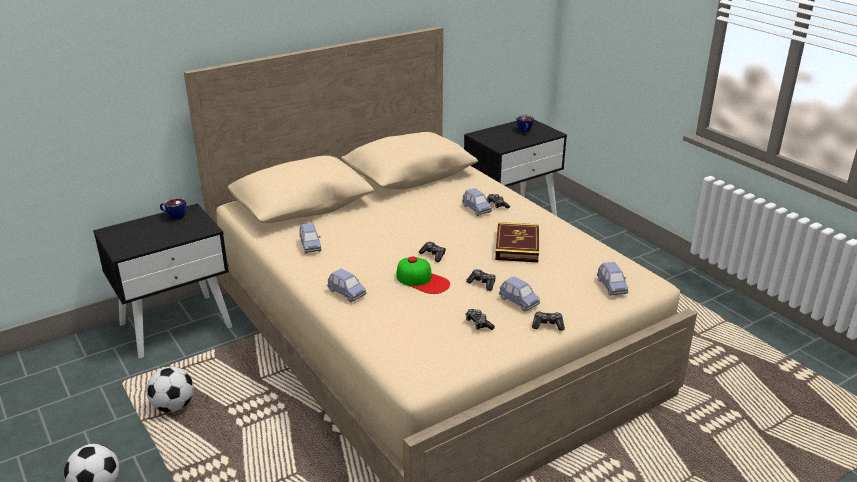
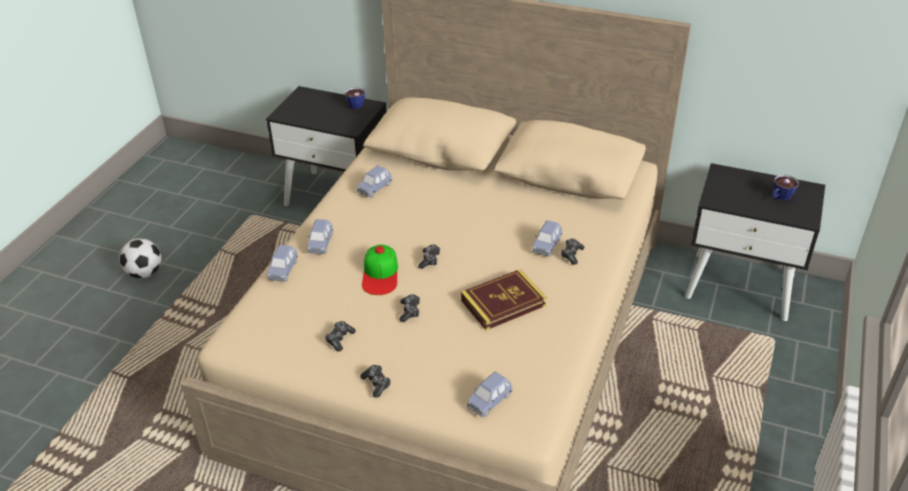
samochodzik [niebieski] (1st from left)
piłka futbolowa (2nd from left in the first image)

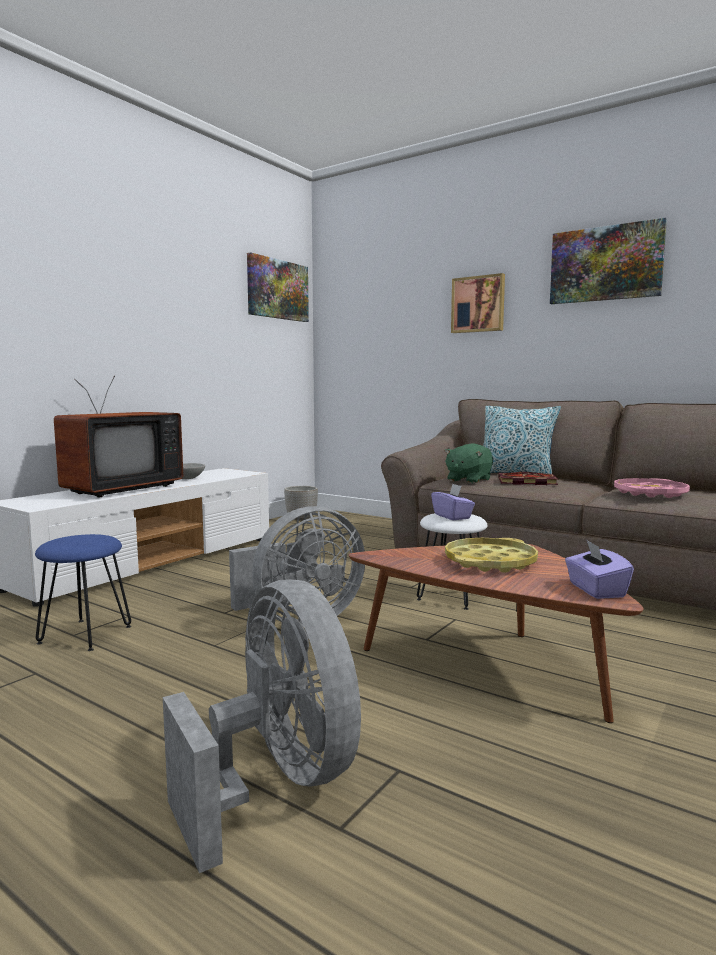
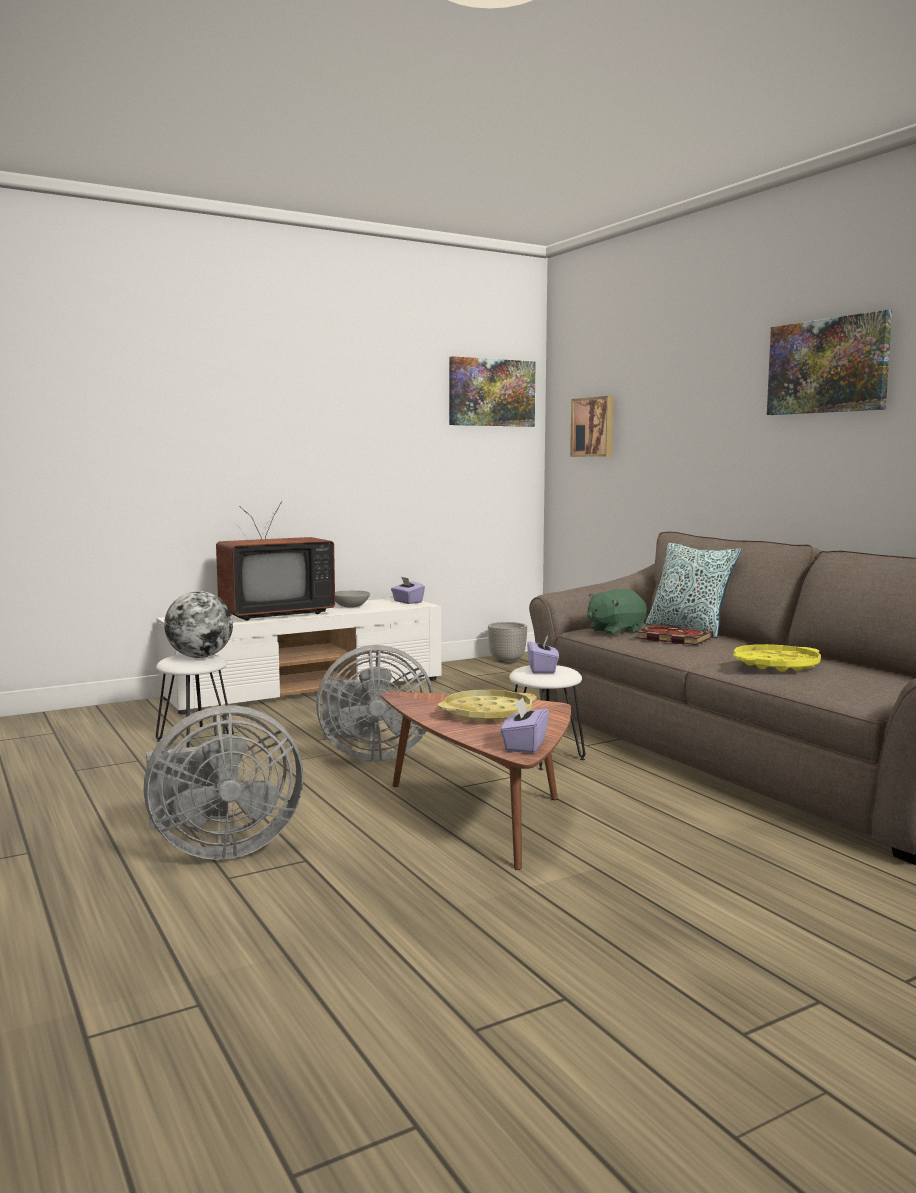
obraz (2nd from left)
taca [żółty] (2nd from left)
stołek [biały] (1st from left)
wentylator [szary] (1st from left)
pudełko chusteczek [fioletowy] (1st from left)
globus

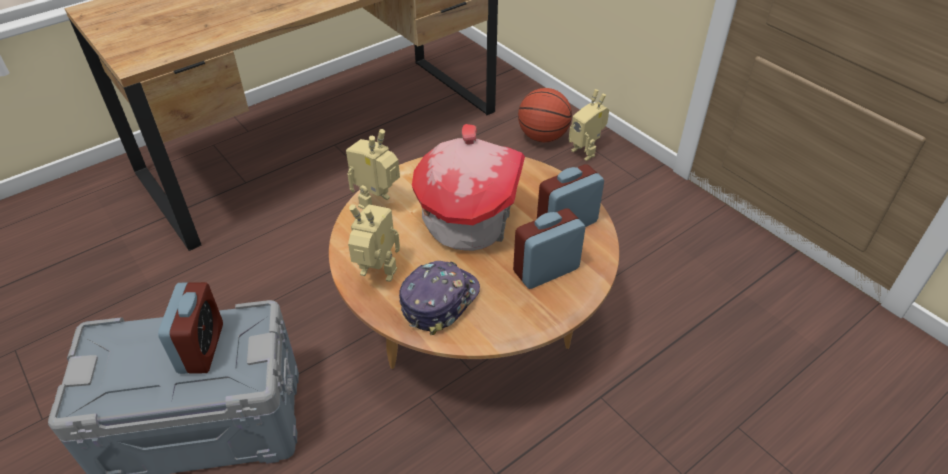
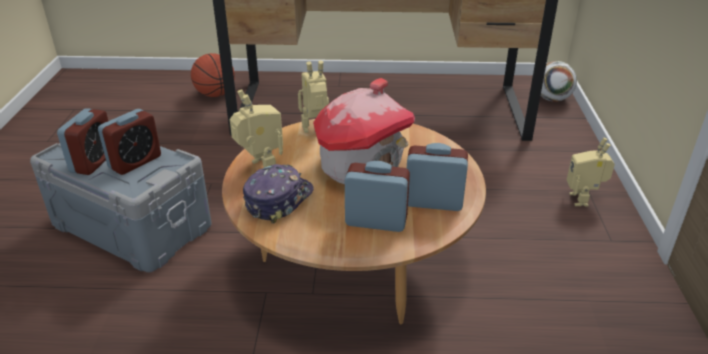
piłka do koszykówki
czapka z daszkiem
piłka futbolowa
budzik (1st from left)

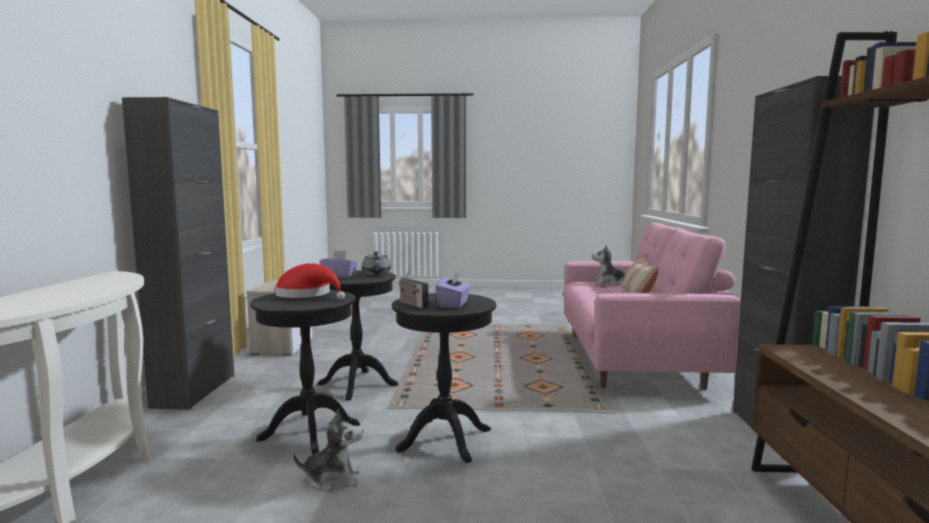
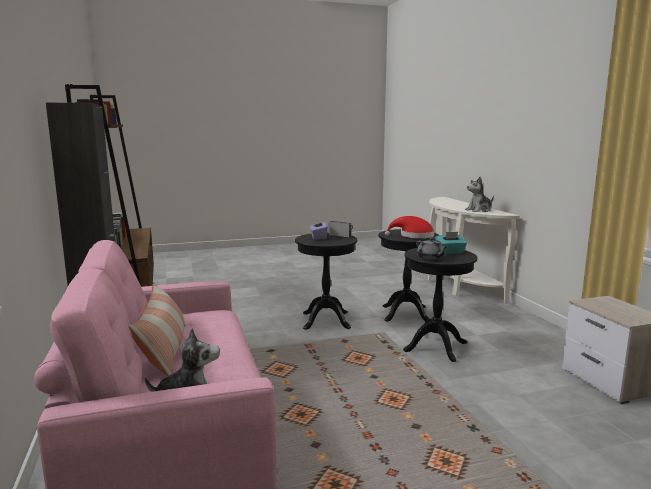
szafka [czarny] (1st from left in the first image)
pudełko chusteczek [turkusowy]
pluszak (2nd from left)

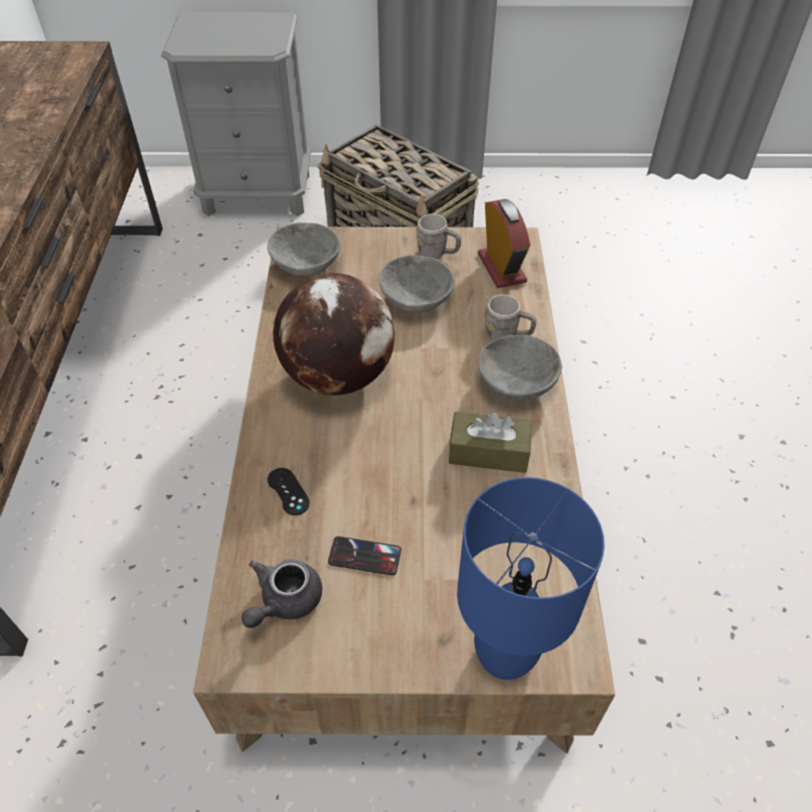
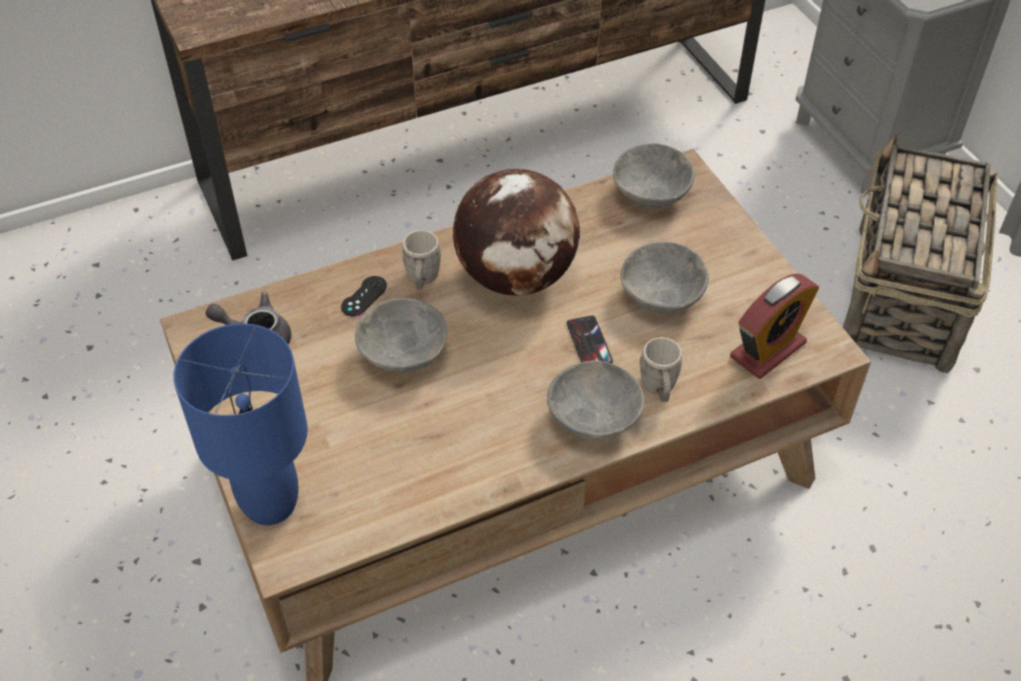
kubek [szary] (1st from left)
pudełko chusteczek [brązowy]
telefon
miska [szary] (1st from left)

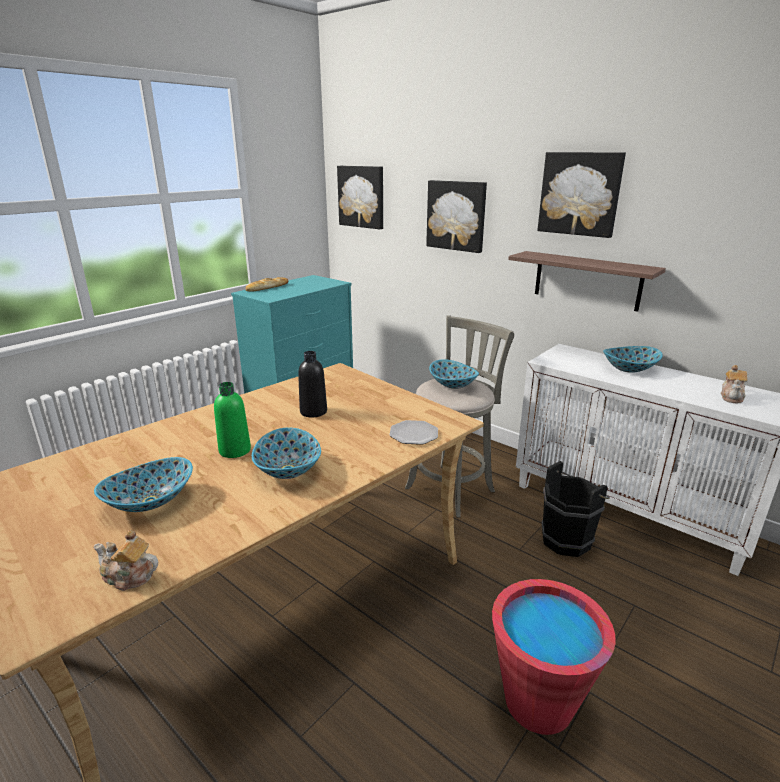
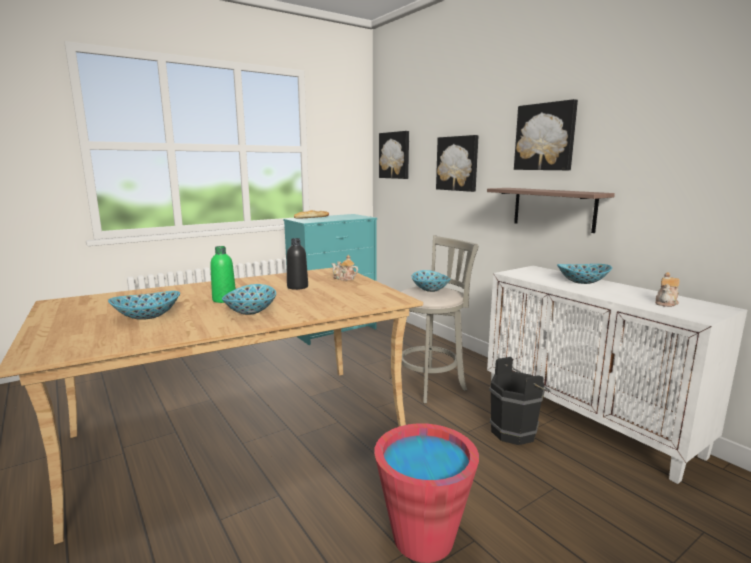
talerz
imbryk (1st from left)

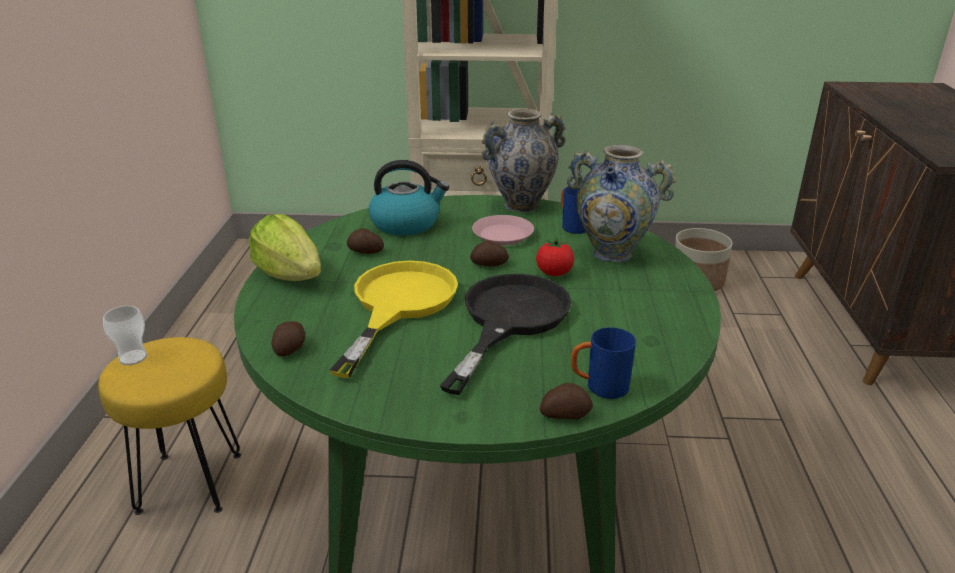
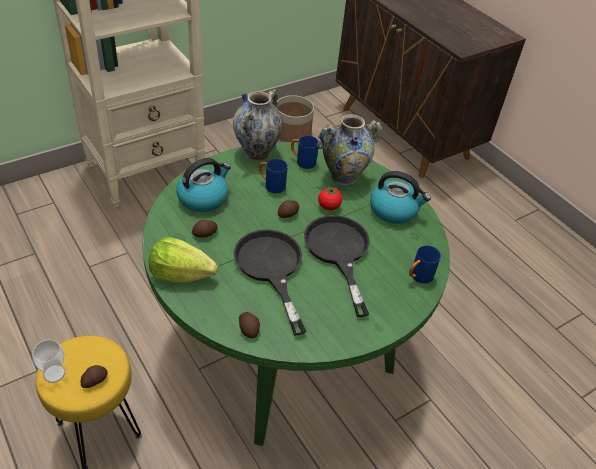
kubek [niebieski] (1st from left)
patelnia [czarny] (1st from left)
ziemniak (1st from left)
czajnik (2nd from left)

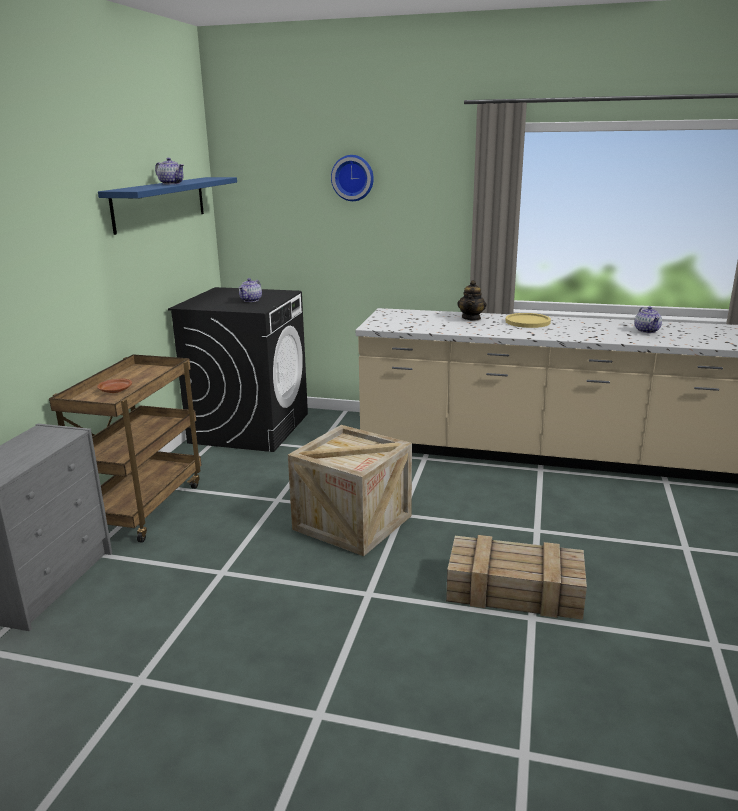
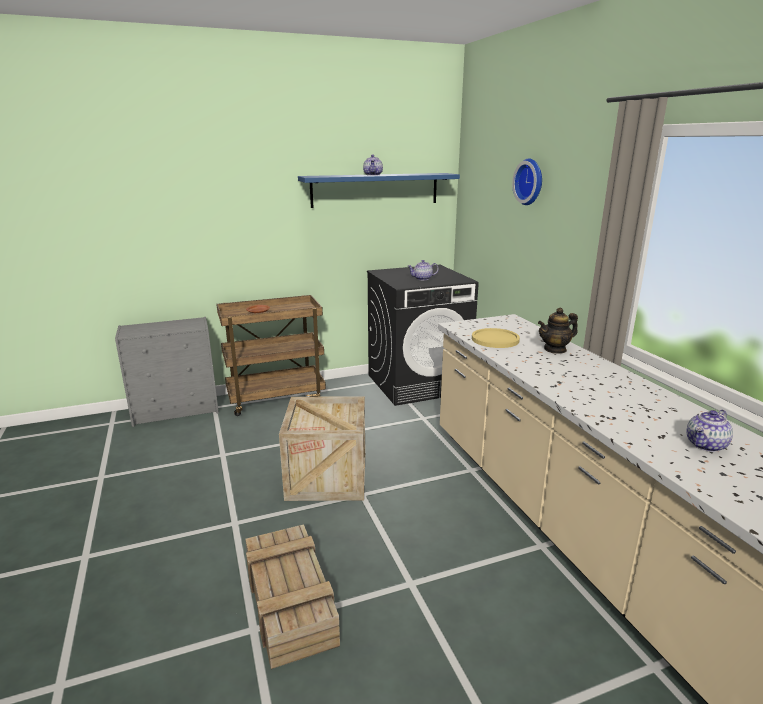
talerz [żółty]

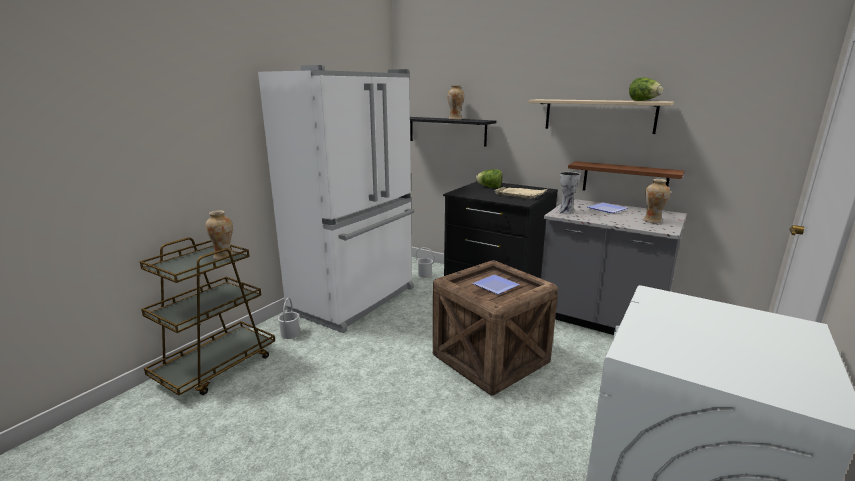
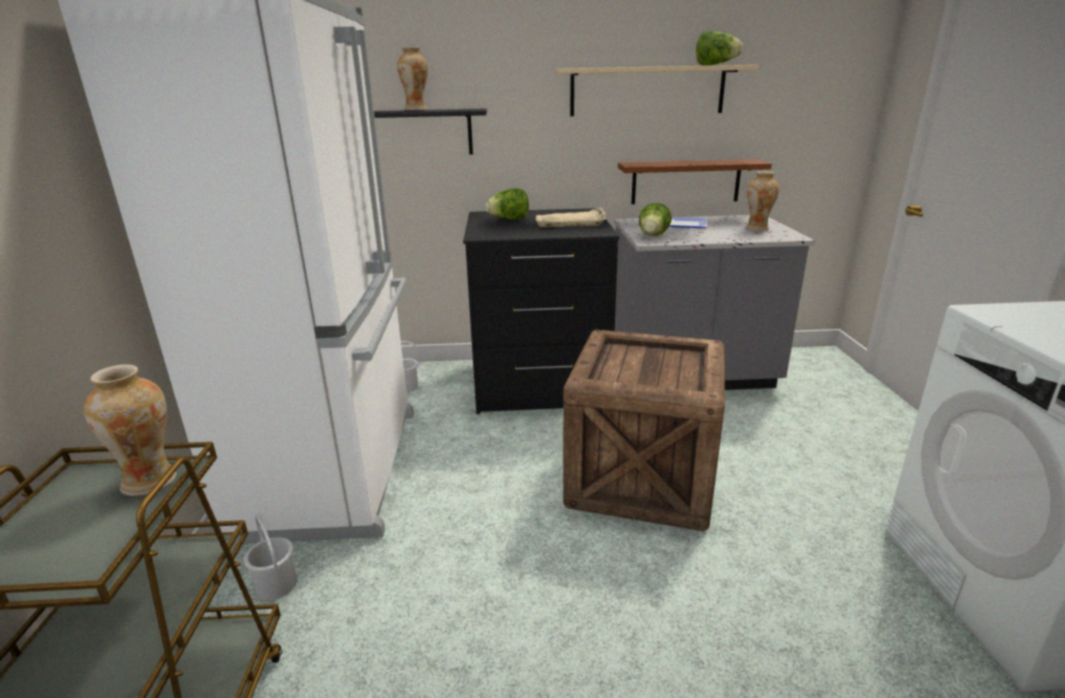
sałata (2nd from left)
talerz (1st from left in the first image)

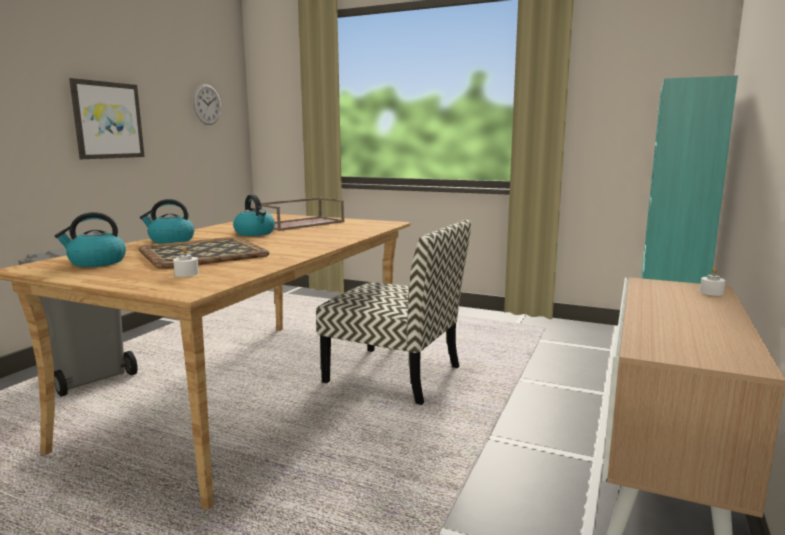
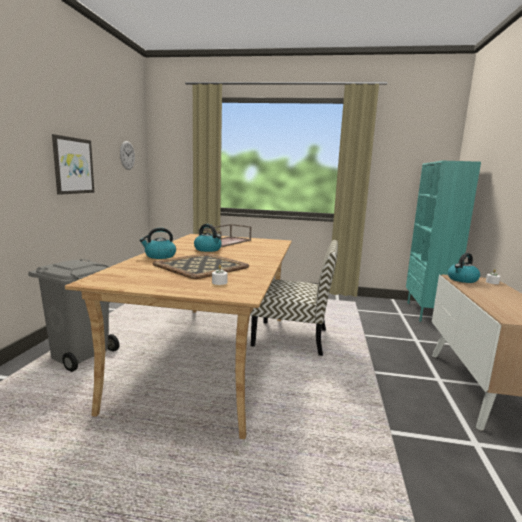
czajnik (3rd from left)

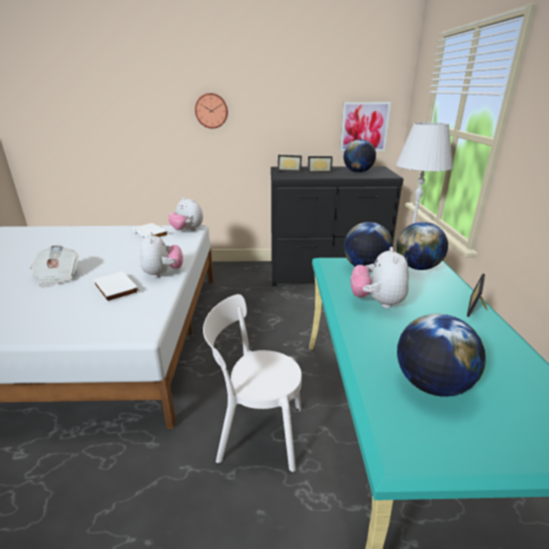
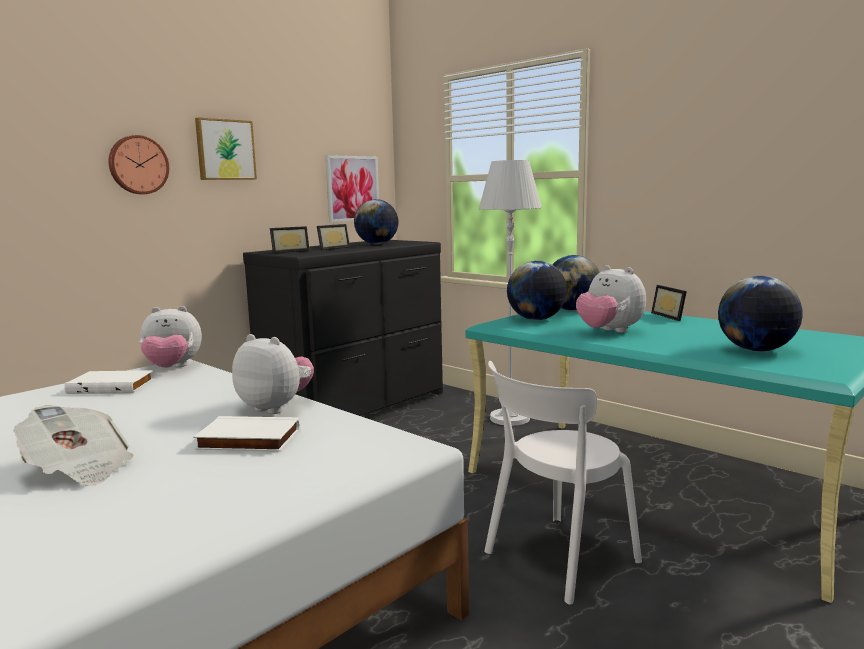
obraz (1st from left)

